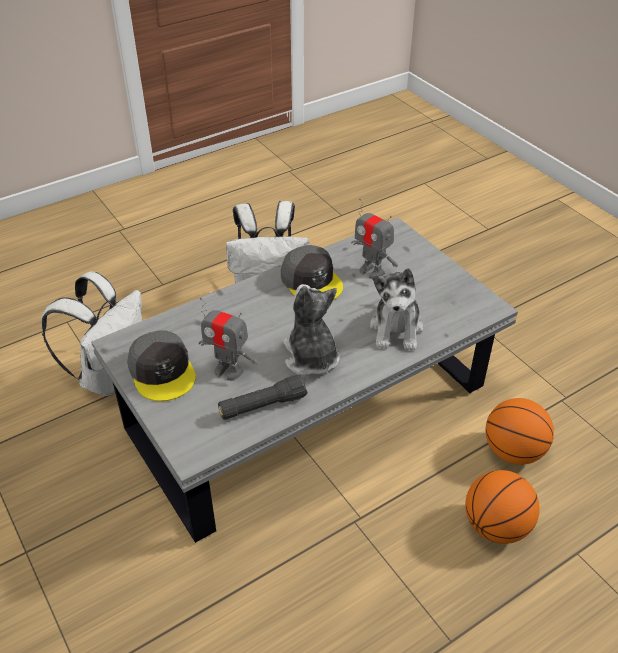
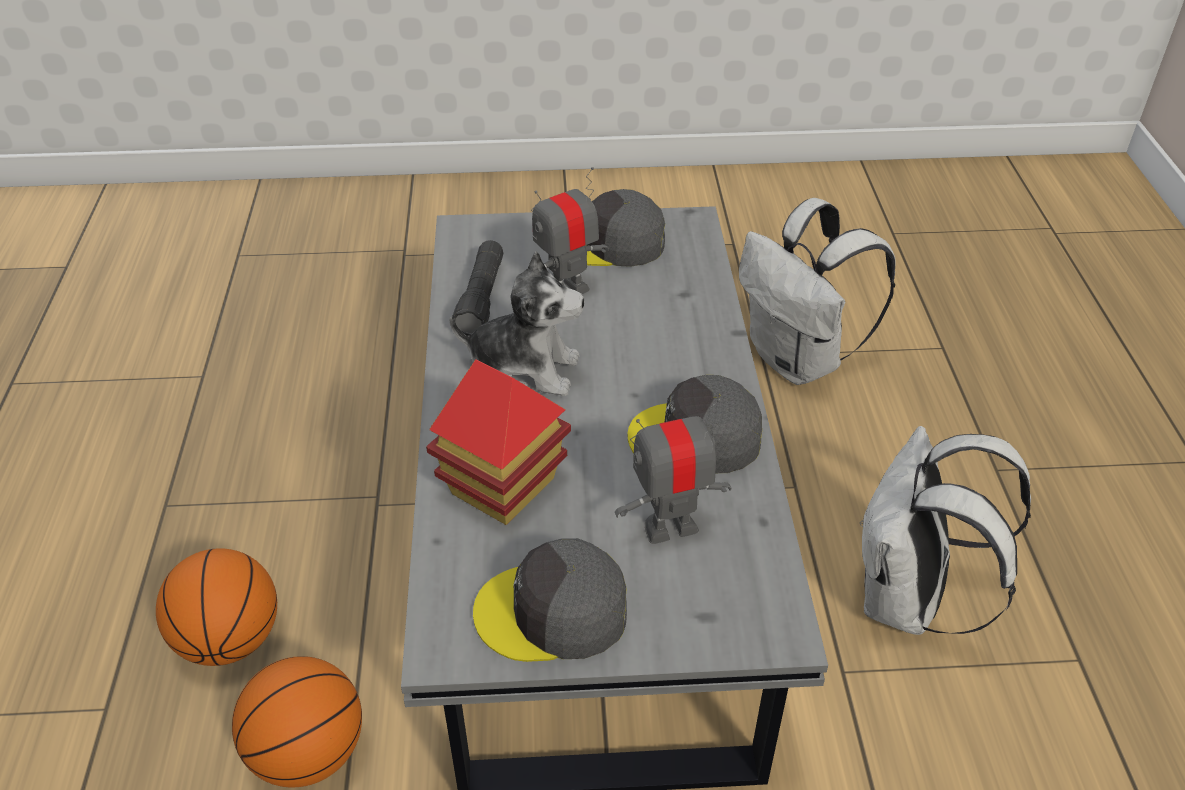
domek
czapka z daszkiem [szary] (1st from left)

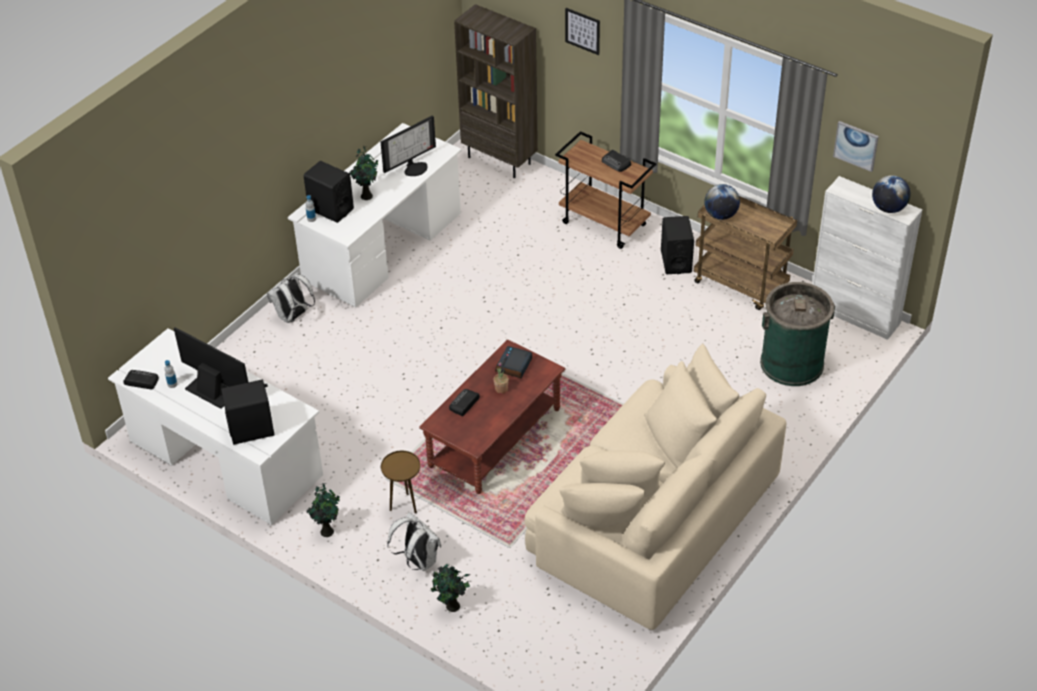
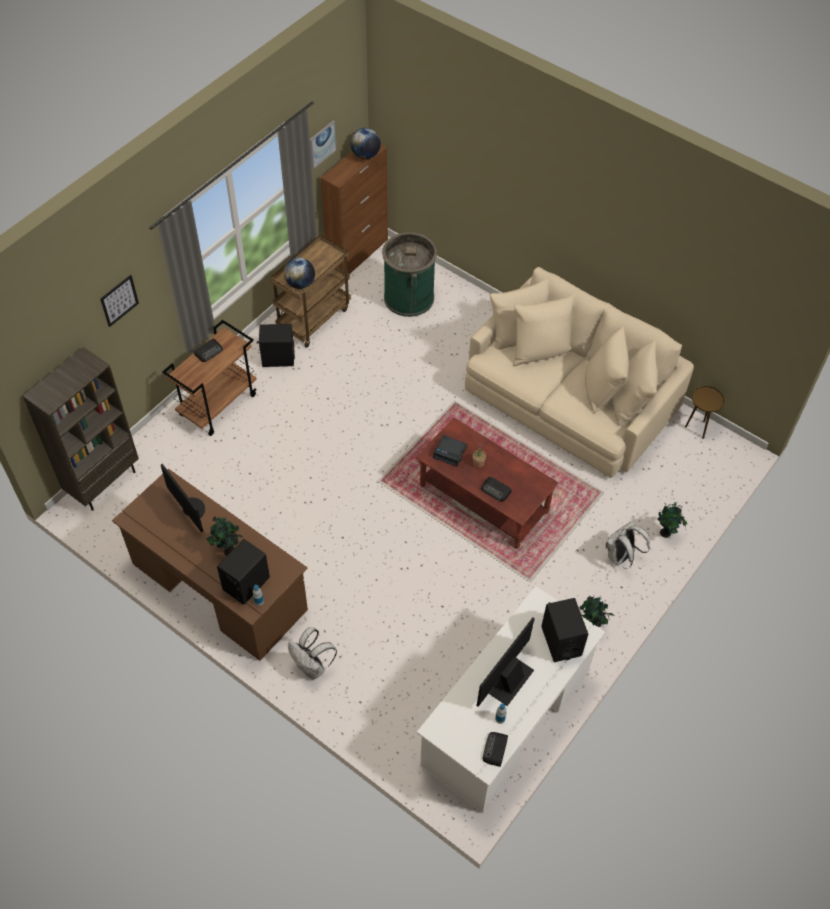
biurko [brązowy]
szafka [brązowy]
stolik [brązowy]

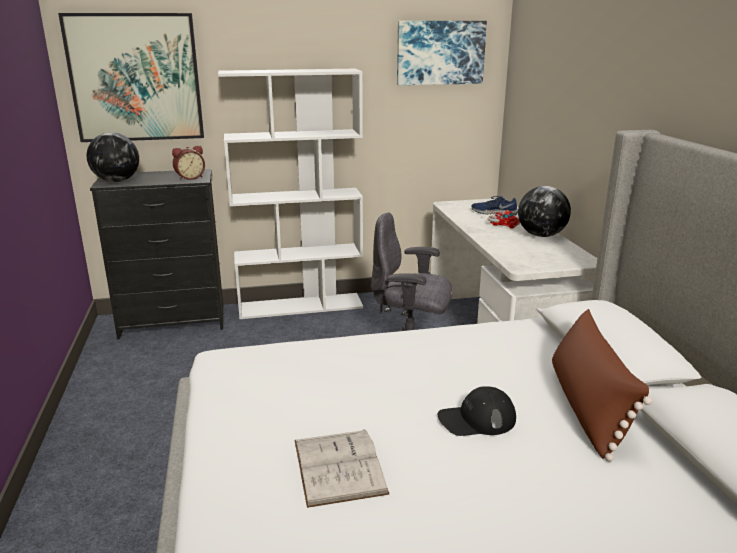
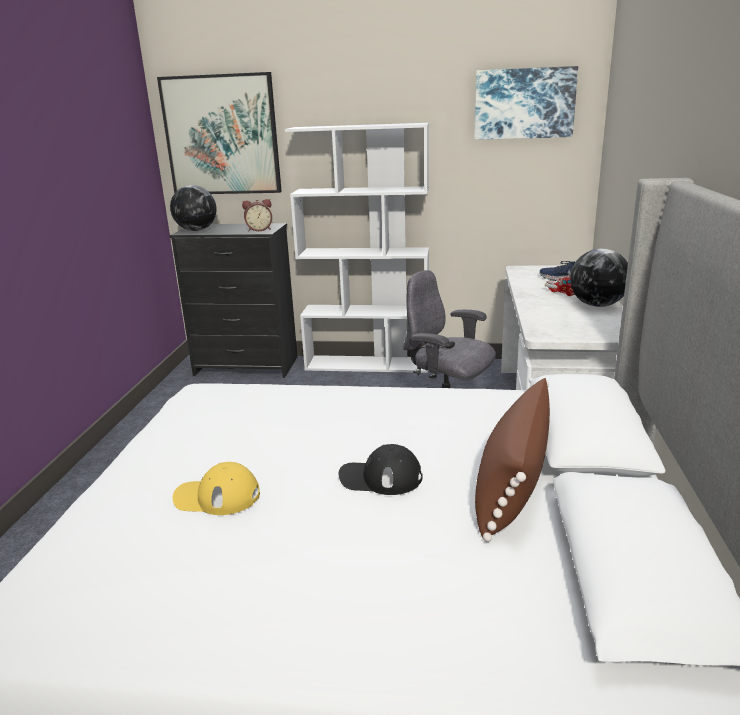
czapka z daszkiem [żółty]

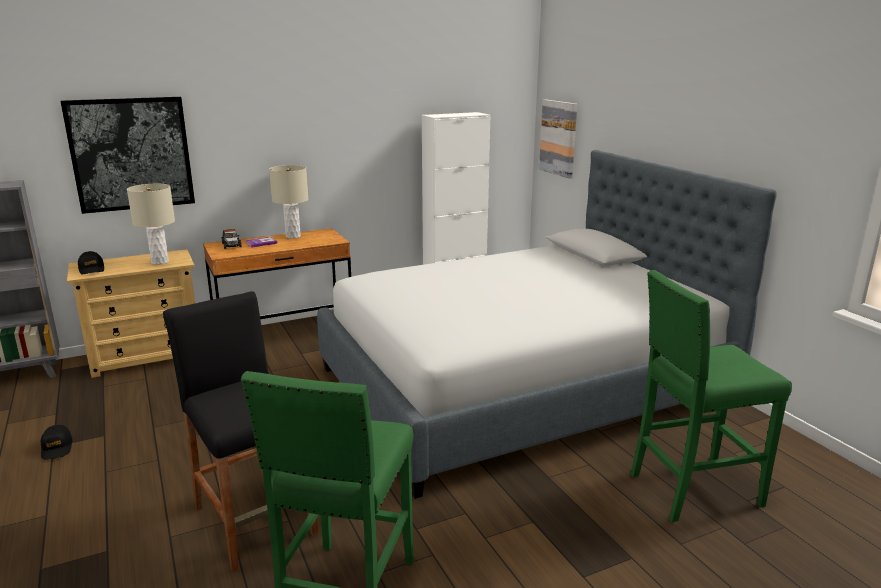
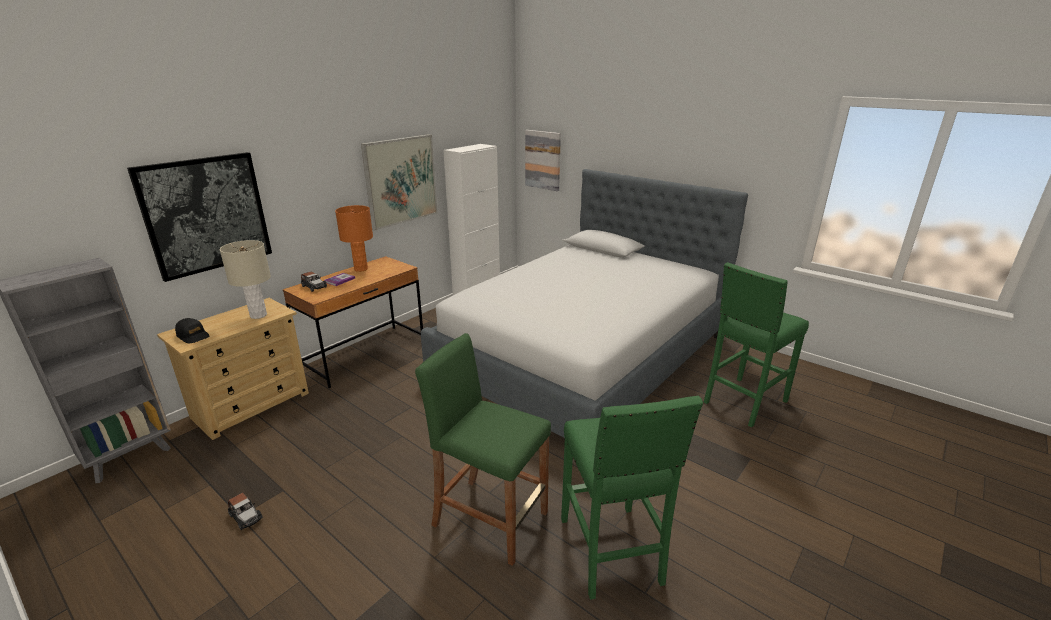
lampa stołowa [pomarańczowy]
stołek [zielony] (1st from left)
samochodzik (1st from left)
obraz (2nd from left)

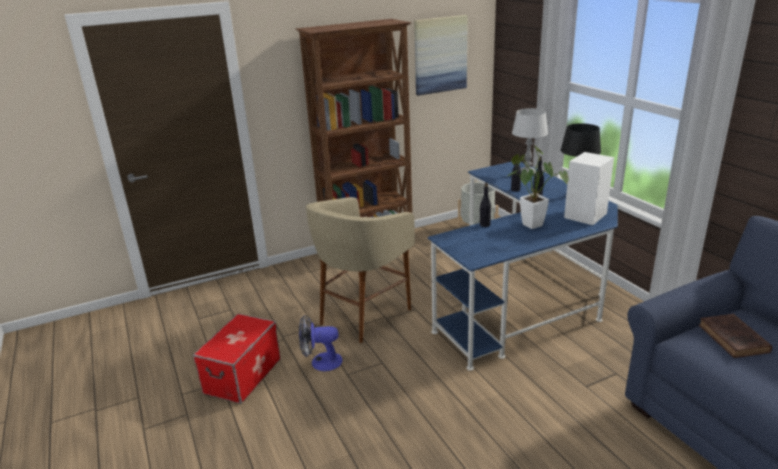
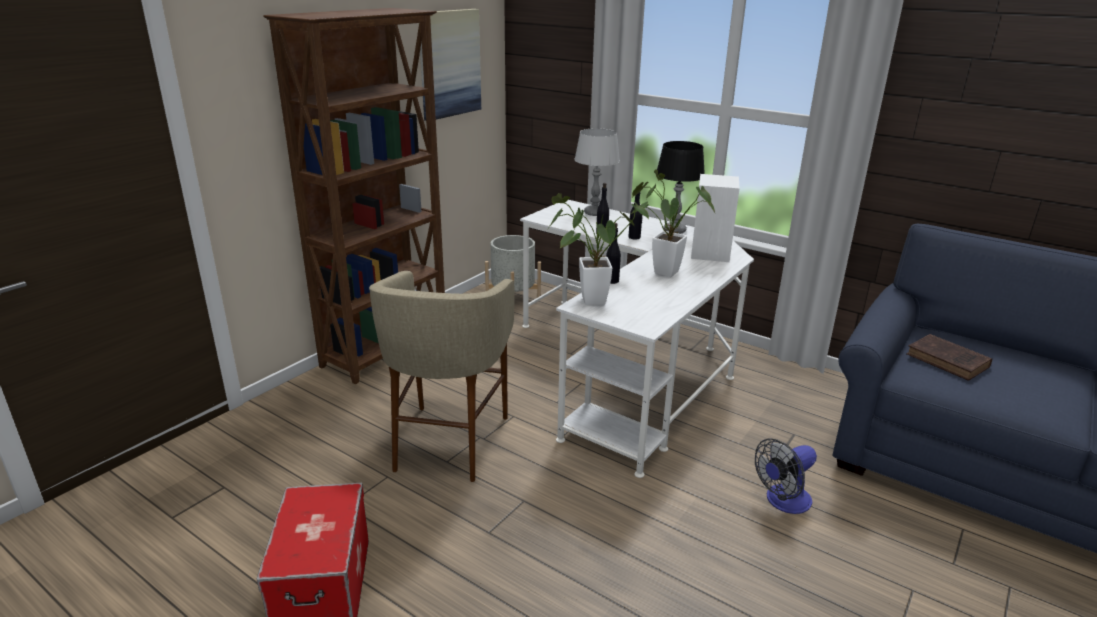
biurko [biały]
wentylator
roślina doniczkowa (1st from left)

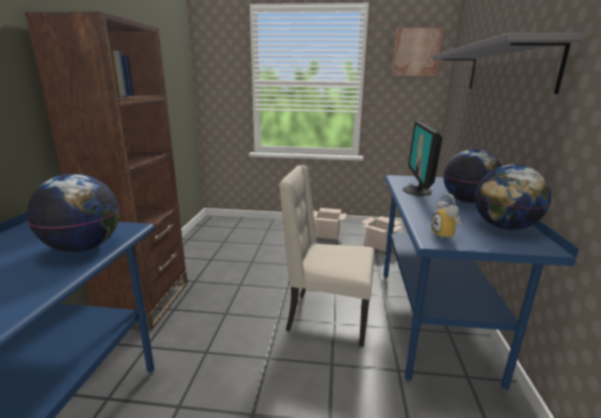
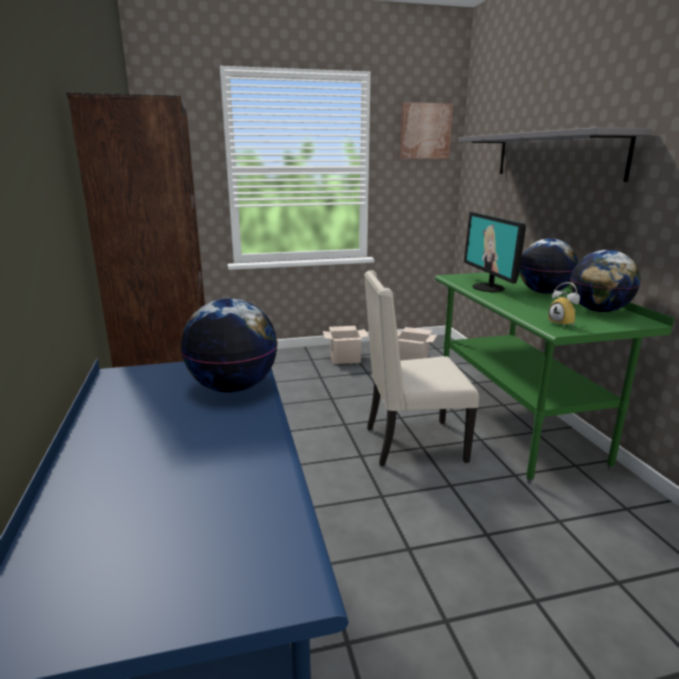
biurko [zielony]

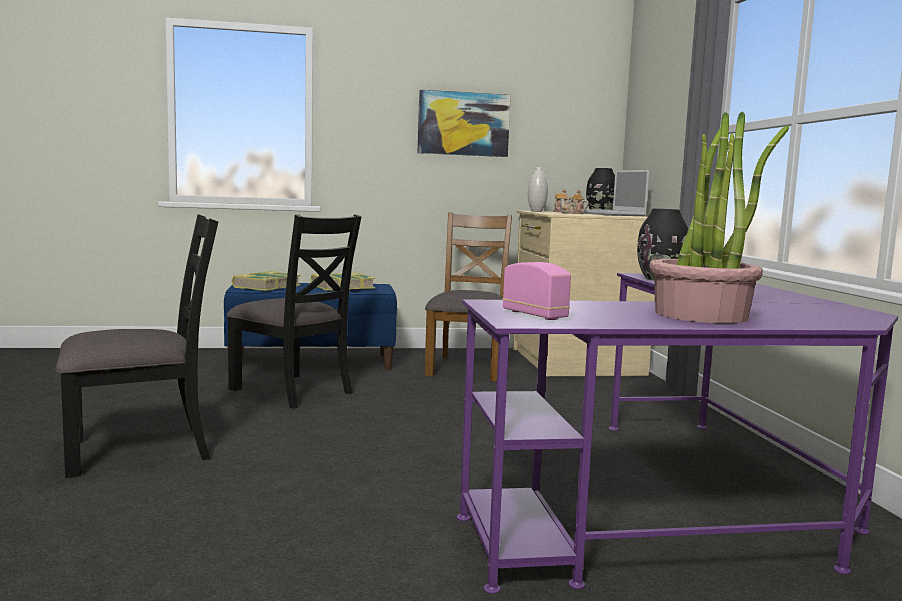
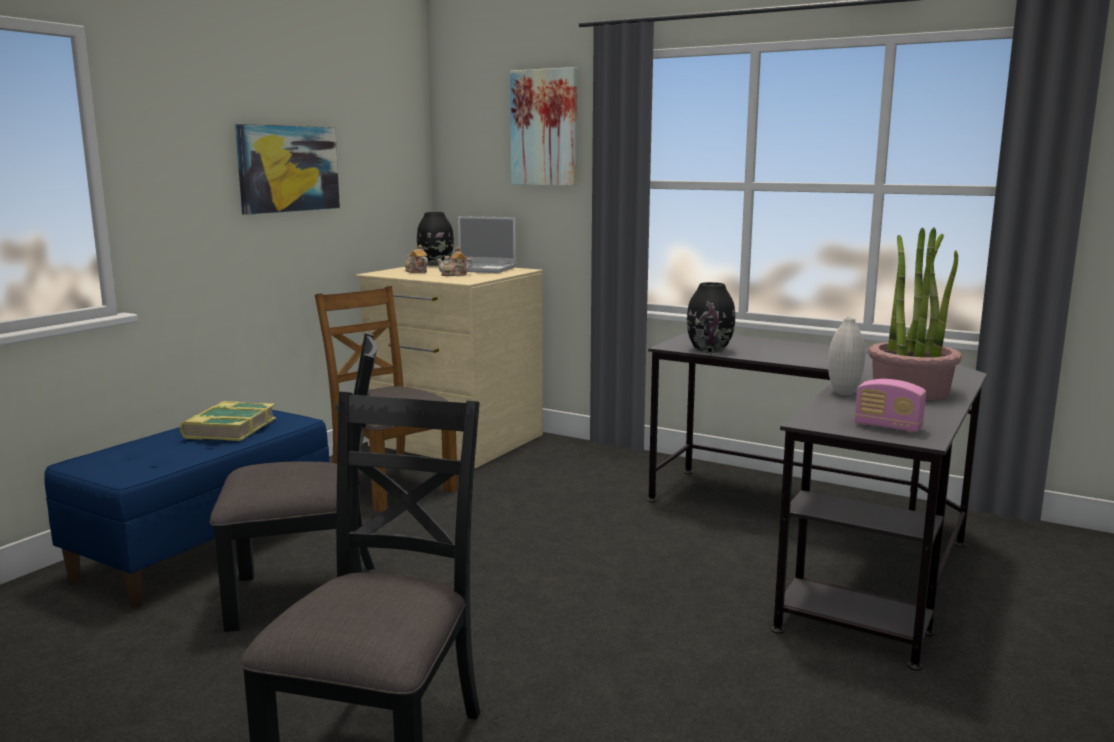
wazon [biały]
radio
książka (1st from left in the first image)
biurko [czarny]
obraz (2nd from left)

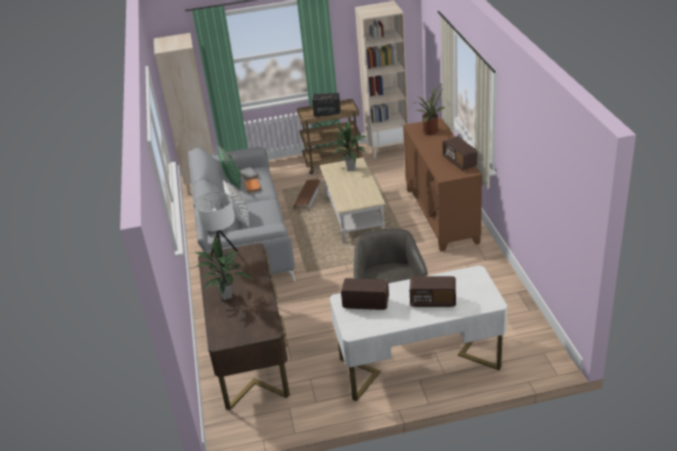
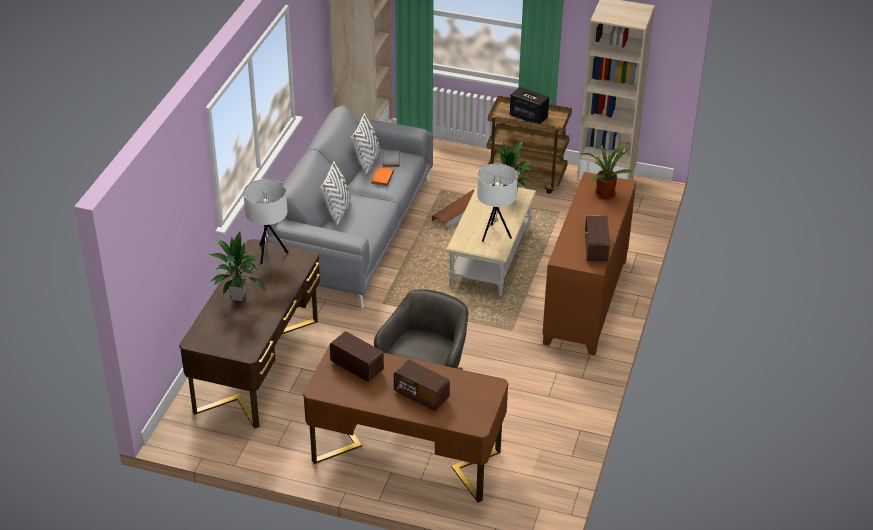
poduszka [biały] (2nd from left)
biurko [brązowy] (2nd from left)
lampa stołowa [biały] (2nd from left)

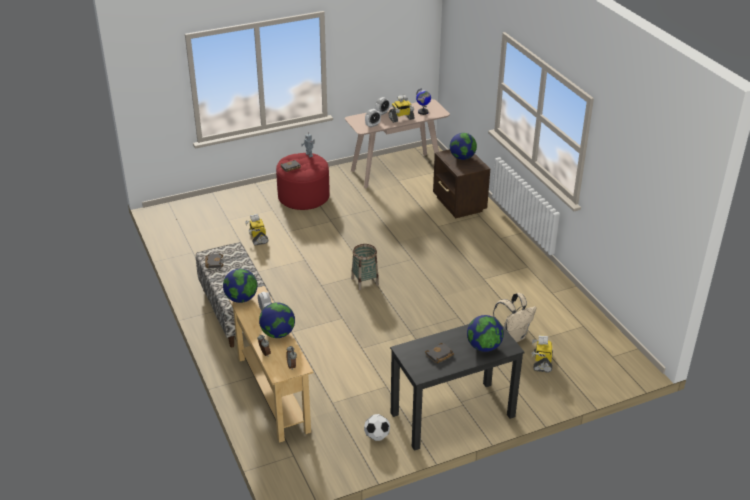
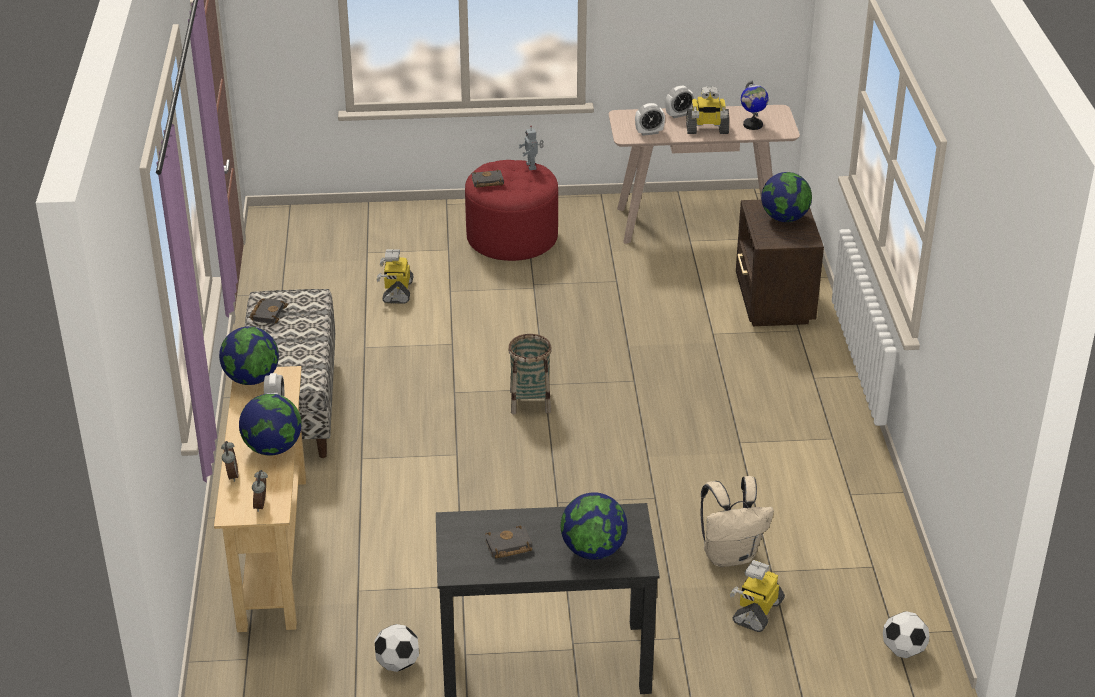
piłka futbolowa (2nd from left)

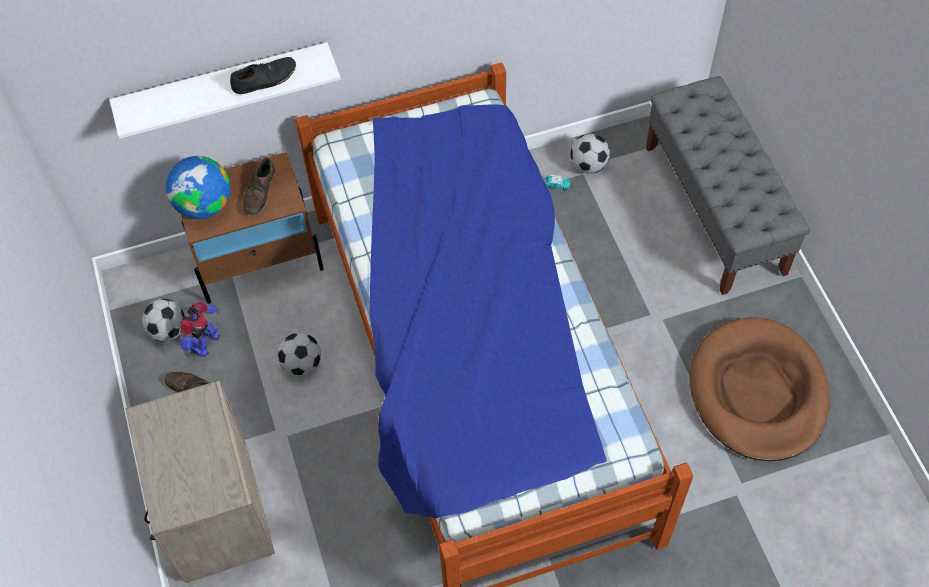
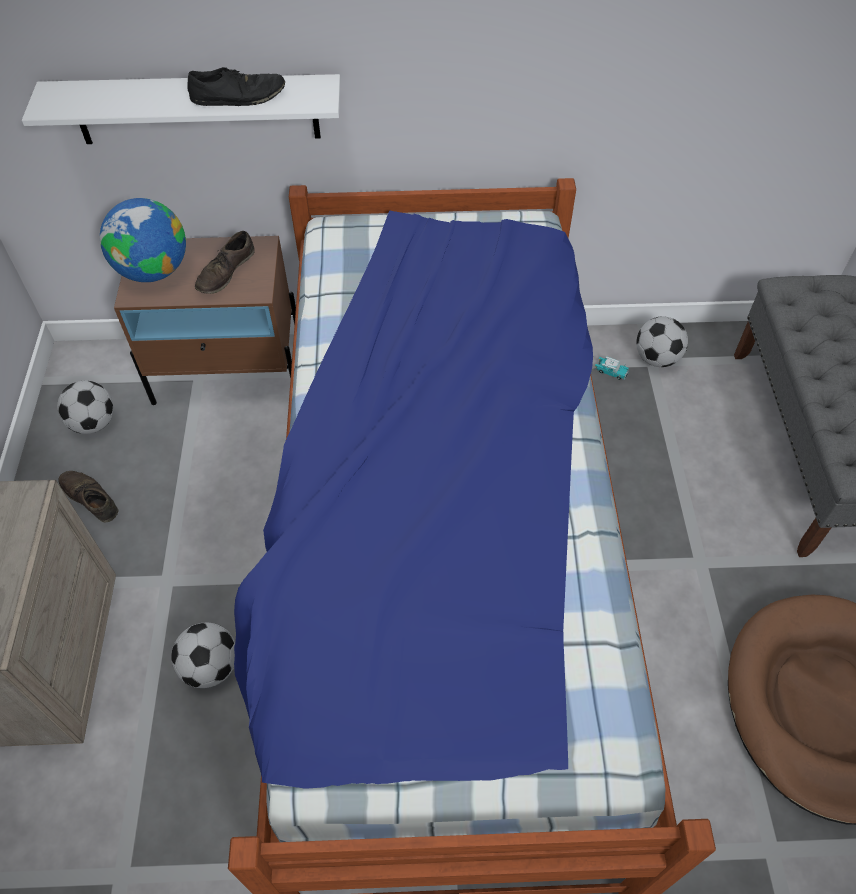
robot zabawkowy
piłka futbolowa (2nd from left)

